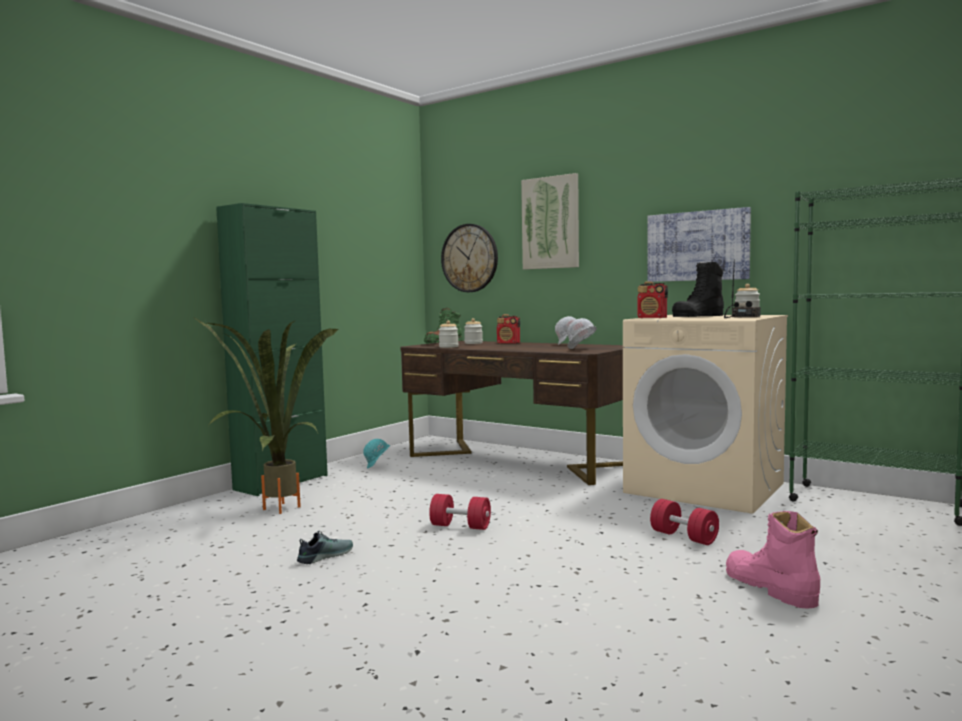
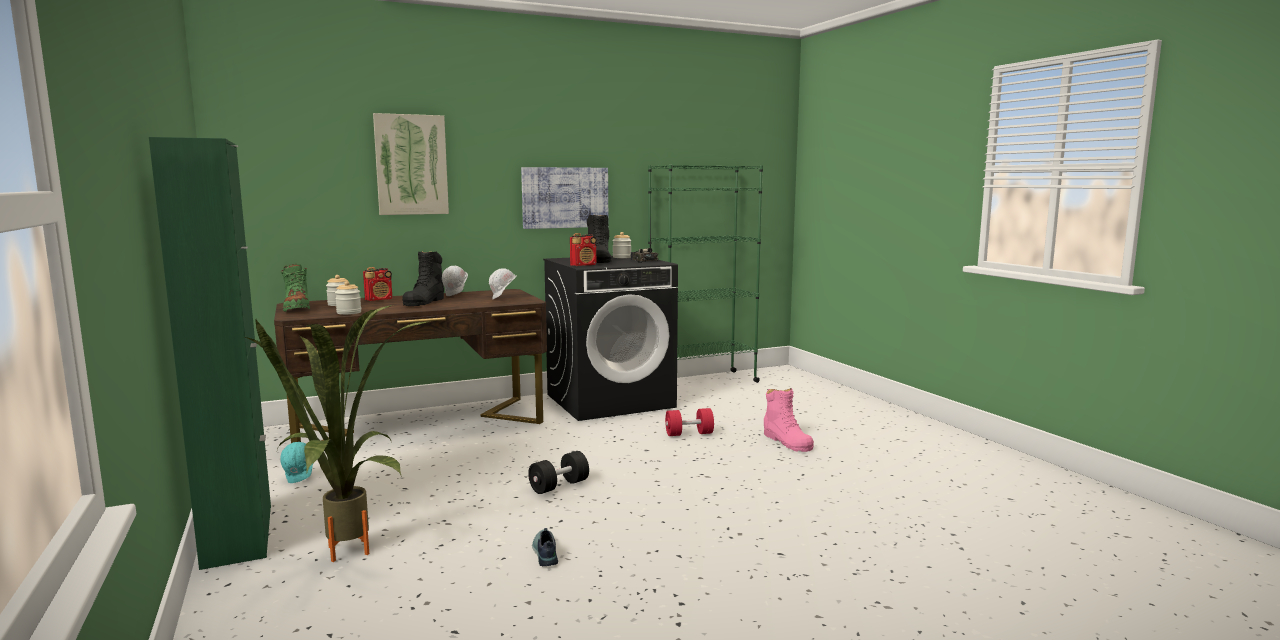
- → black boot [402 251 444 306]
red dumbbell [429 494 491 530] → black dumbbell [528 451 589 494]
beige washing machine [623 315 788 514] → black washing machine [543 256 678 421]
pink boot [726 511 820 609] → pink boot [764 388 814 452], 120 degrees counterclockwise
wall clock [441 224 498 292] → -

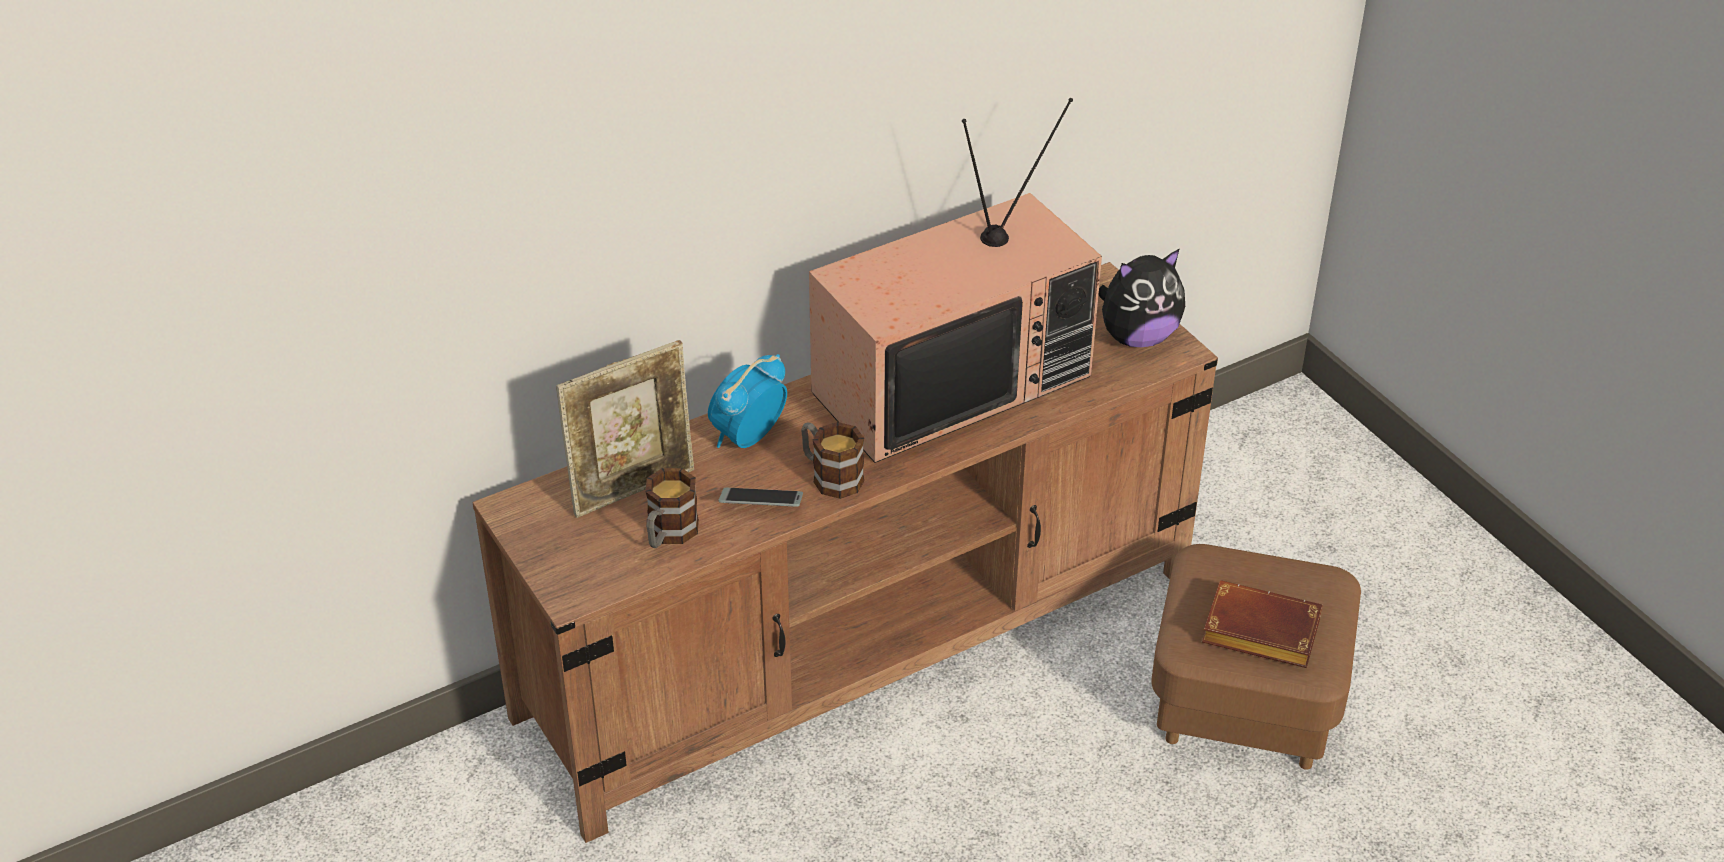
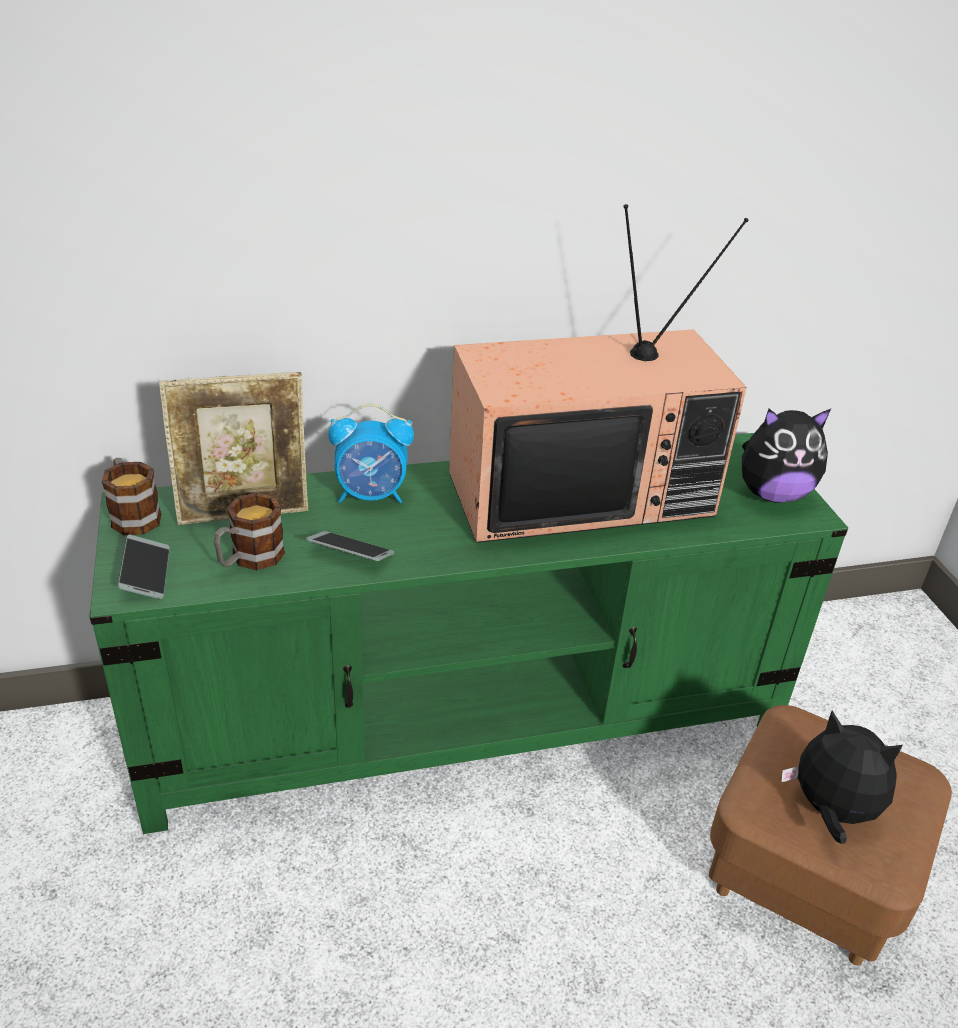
brown tv stand [472 262 1218 843] → green tv stand [89 433 848 834]
mug [801 422 864 499] → mug [102 458 161 535], move
- → phone [118 534 170 599]
alarm clock [708 354 787 448] → alarm clock [328 404 414 503], 150 degrees counterclockwise
brown book [1202 580 1323 668] → plush toy [782 710 903 844]

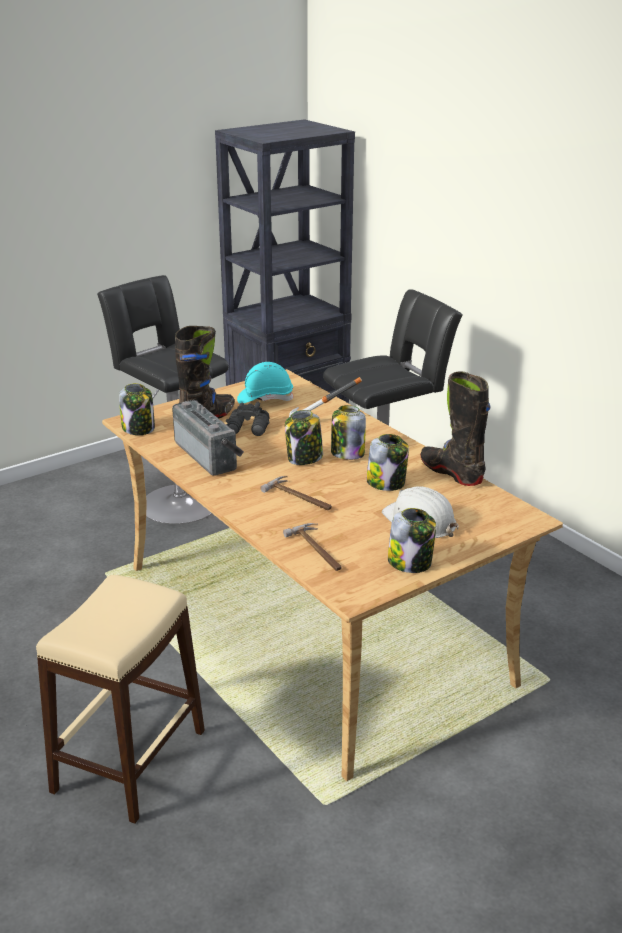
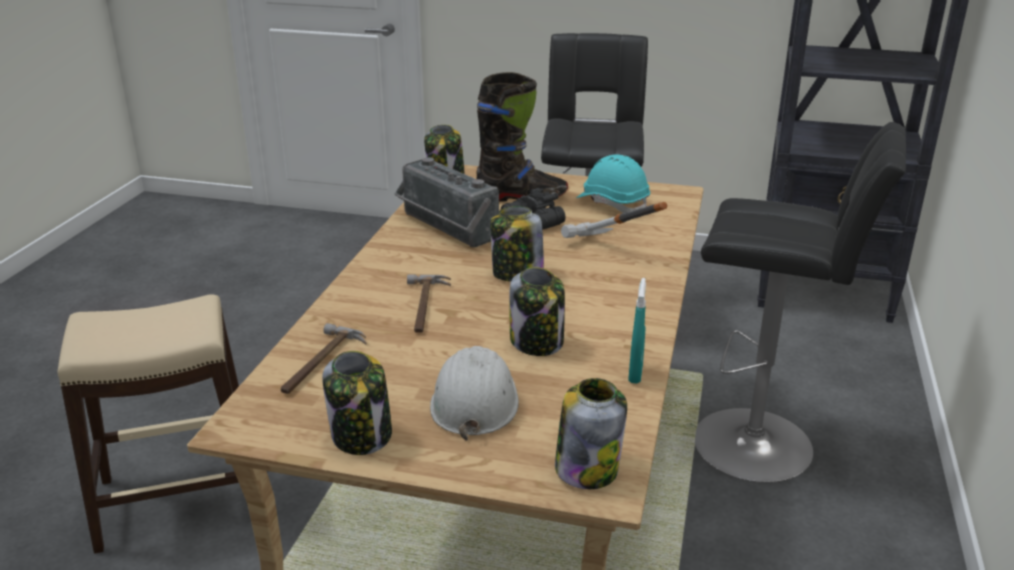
radio [172 400 244 476] → radio [395 157 499 247], 120 degrees clockwise
jar [331 405 366 460] → jar [555 378 627 489], move
black boot [420 371 491 486] → turquoise spray bottle [628 278 646 384]

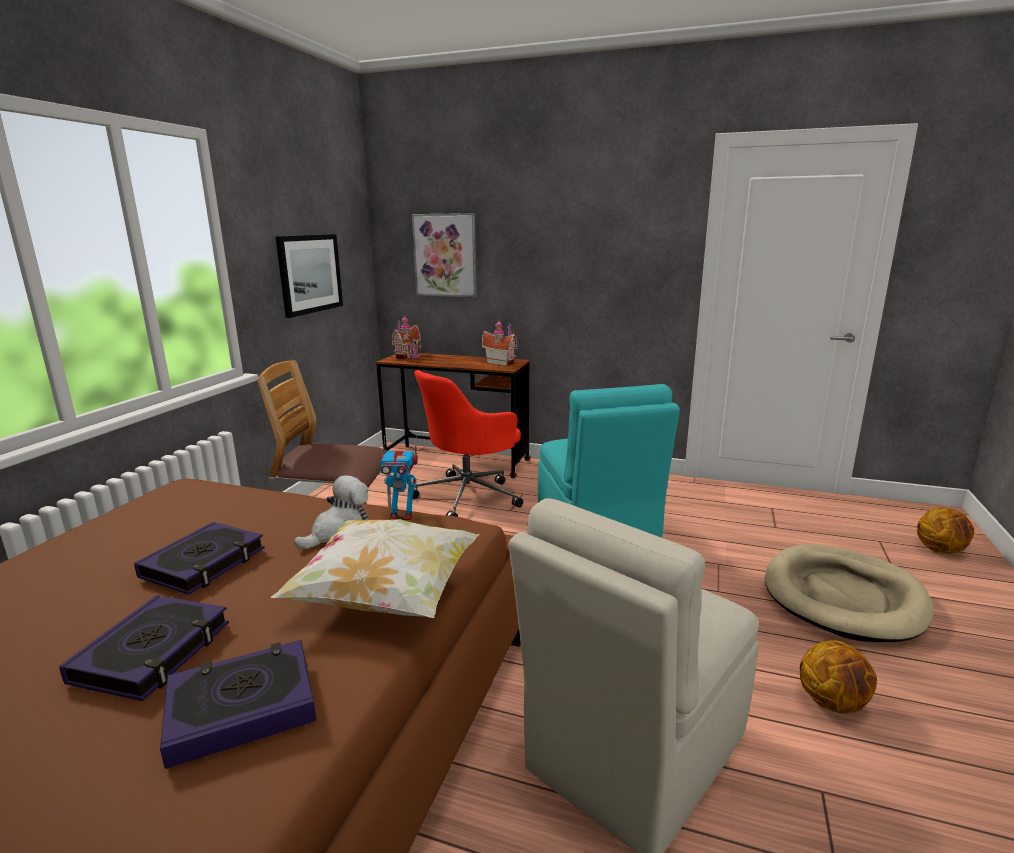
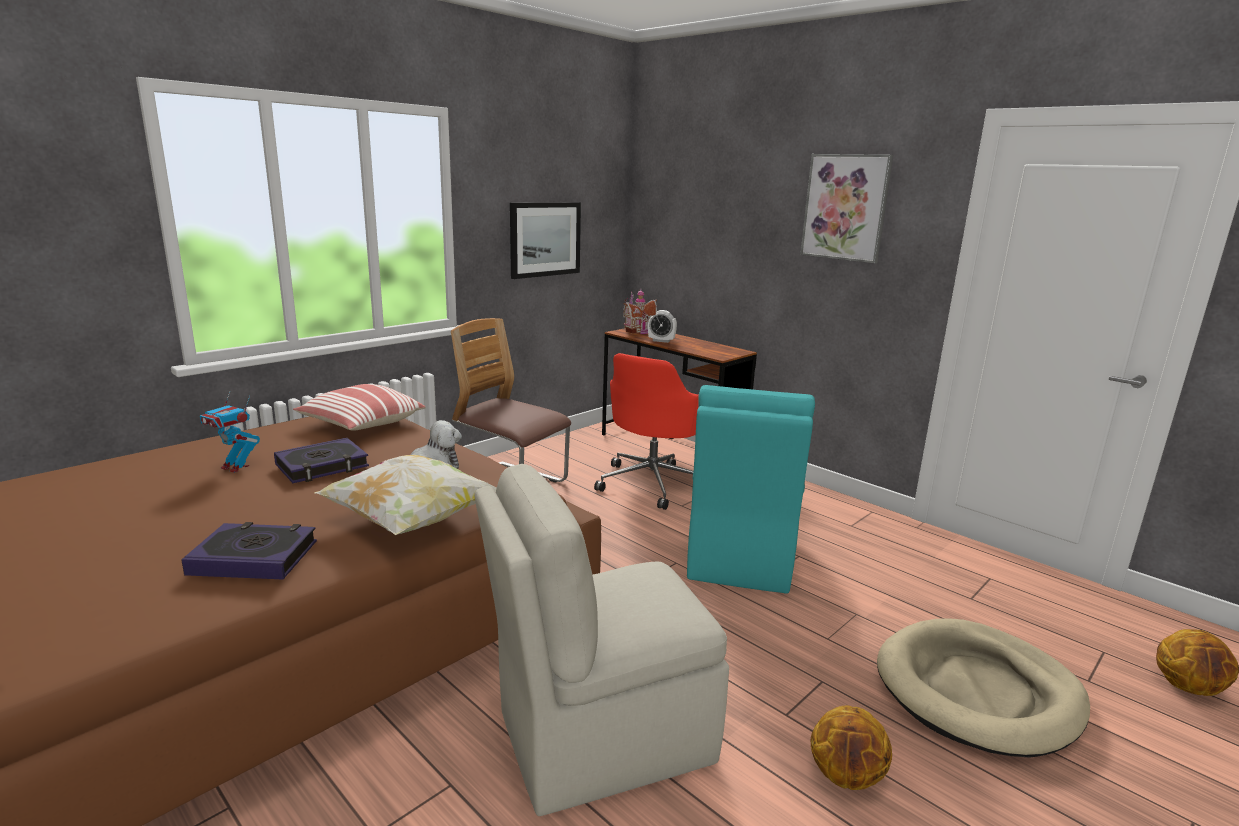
toy robot [379 436 418 520] → toy robot [200 391 260 473], move
- → pillow [293 384 426 431]
red office chair [413 370 523 517] → red office chair [594 353 699 510], 45 degrees counterclockwise
- → alarm clock [648 310 677 343]
picture [412 213 477 297] → picture [800 154 893 263], move
book [59 595 229 701] → -
toy house [482 320 517 367] → -

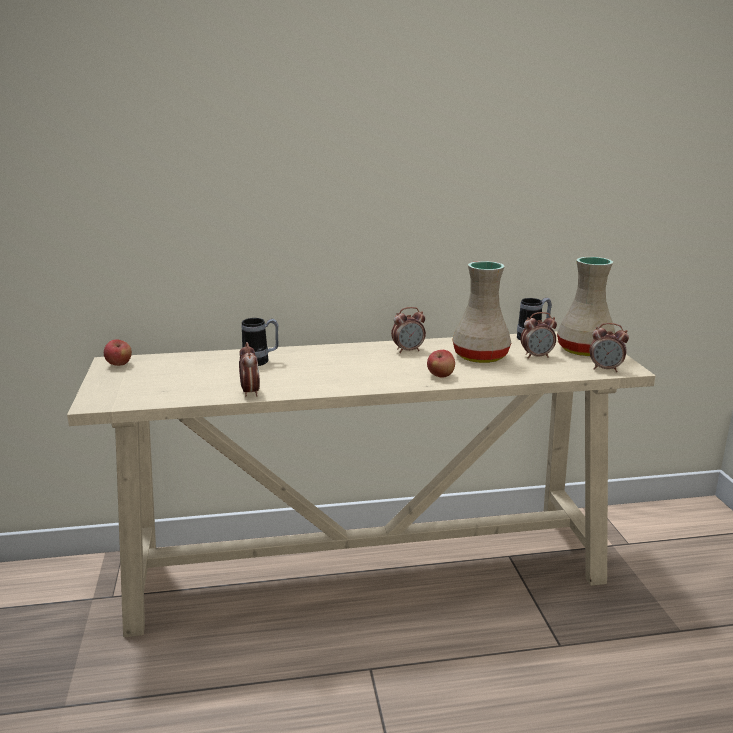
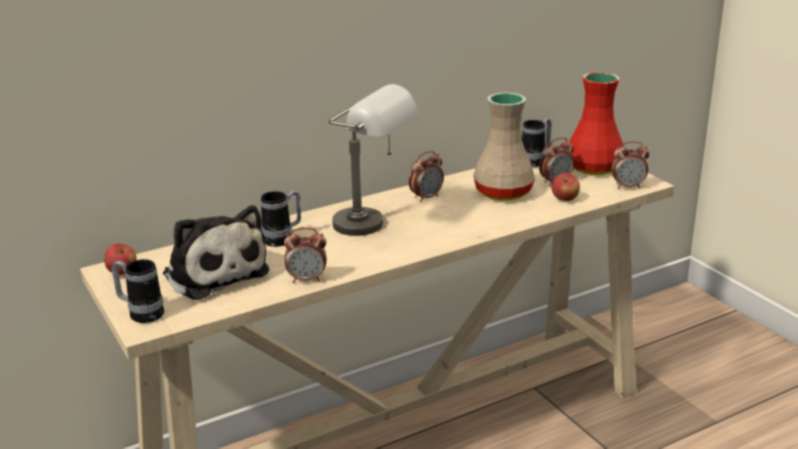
- → mug [111 259 164 323]
- → plush toy [163 205 269 300]
alarm clock [239 342 260 397] → alarm clock [284 227 327 283], 120 degrees clockwise
- → grey table lamp [328 84 419 236]
apple [427 350 455 378] → apple [552 173 580 201], move
beige vase [557 257 615 356] → red vase [568 72 624 175]

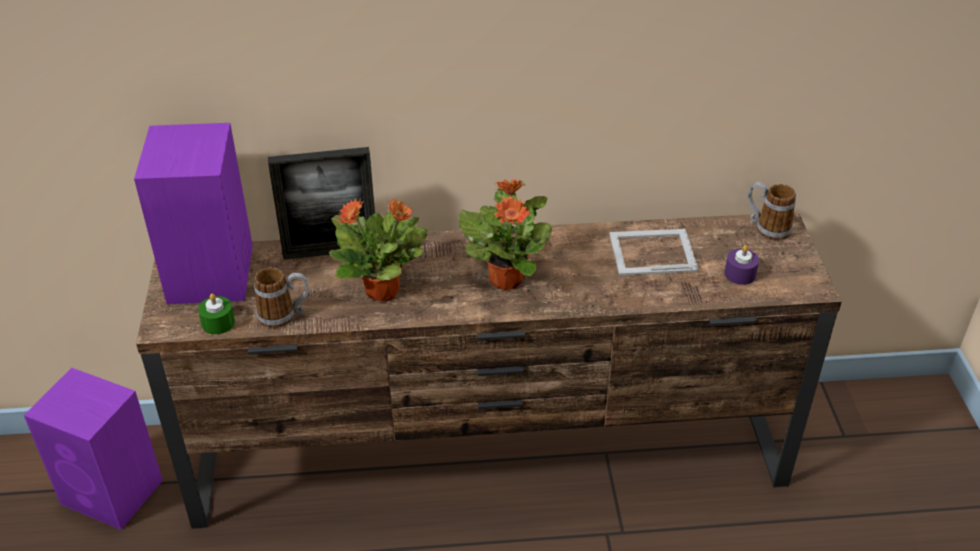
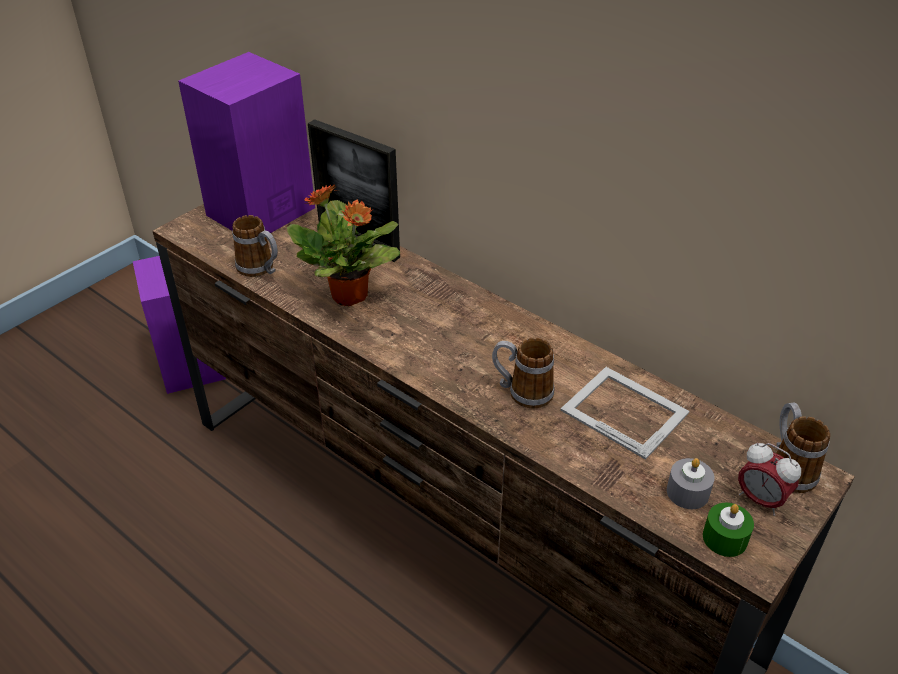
- → mug [492 338 554 408]
purple candle [724 245 759 285] → grey candle [667 458 715 509]
green candle [198 294 235 334] → green candle [703 503 754 557], move
- → alarm clock [738 442 801 516]
potted plant [459 179 552 290] → -

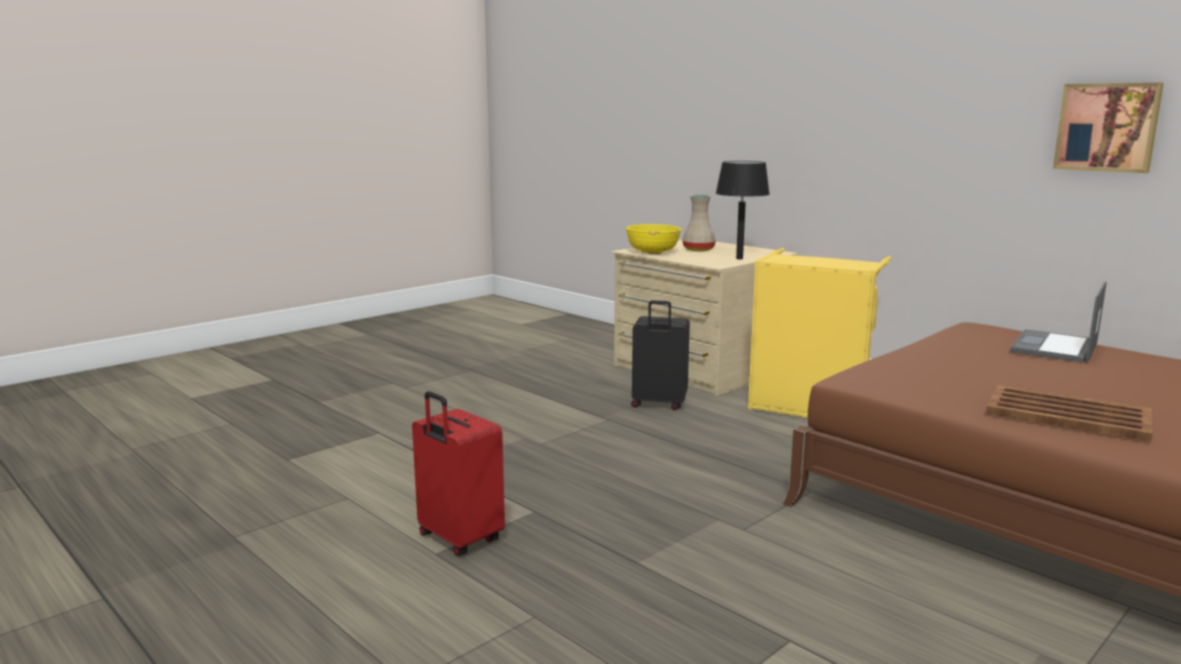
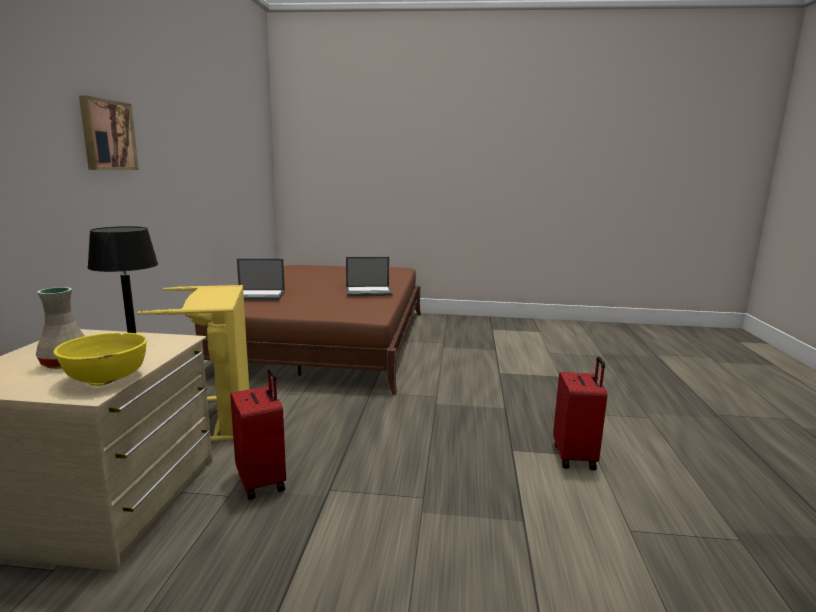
picture [1053 83 1164 173] → picture [79 95 139 170], move
black suitcase [631 300 690 410] → red suitcase [230 368 286 500]
brown tray [986 385 1153 442] → laptop [346 257 392 296]

